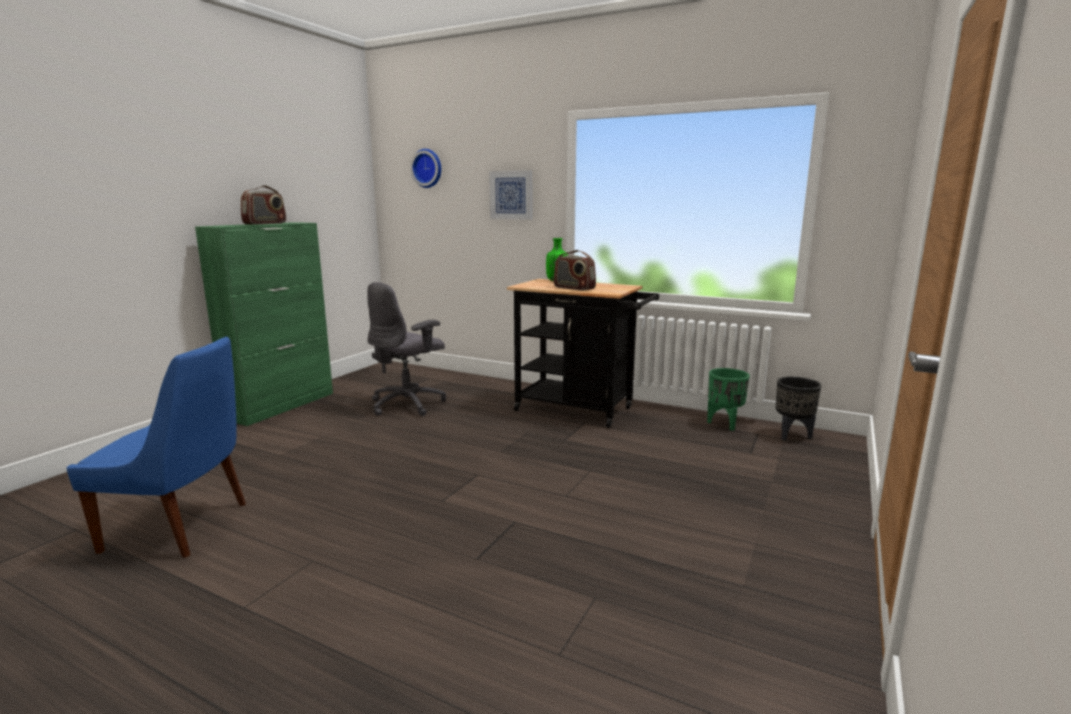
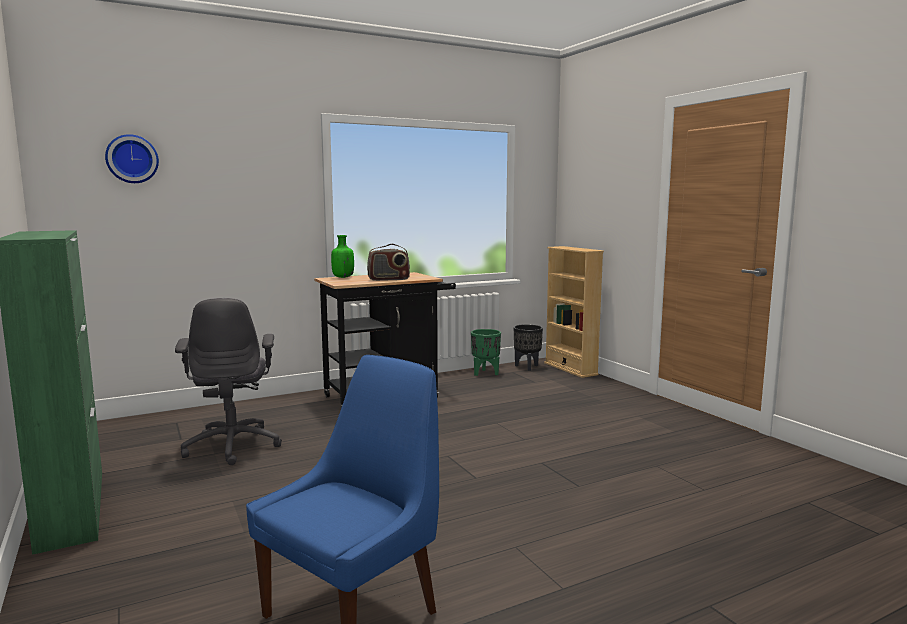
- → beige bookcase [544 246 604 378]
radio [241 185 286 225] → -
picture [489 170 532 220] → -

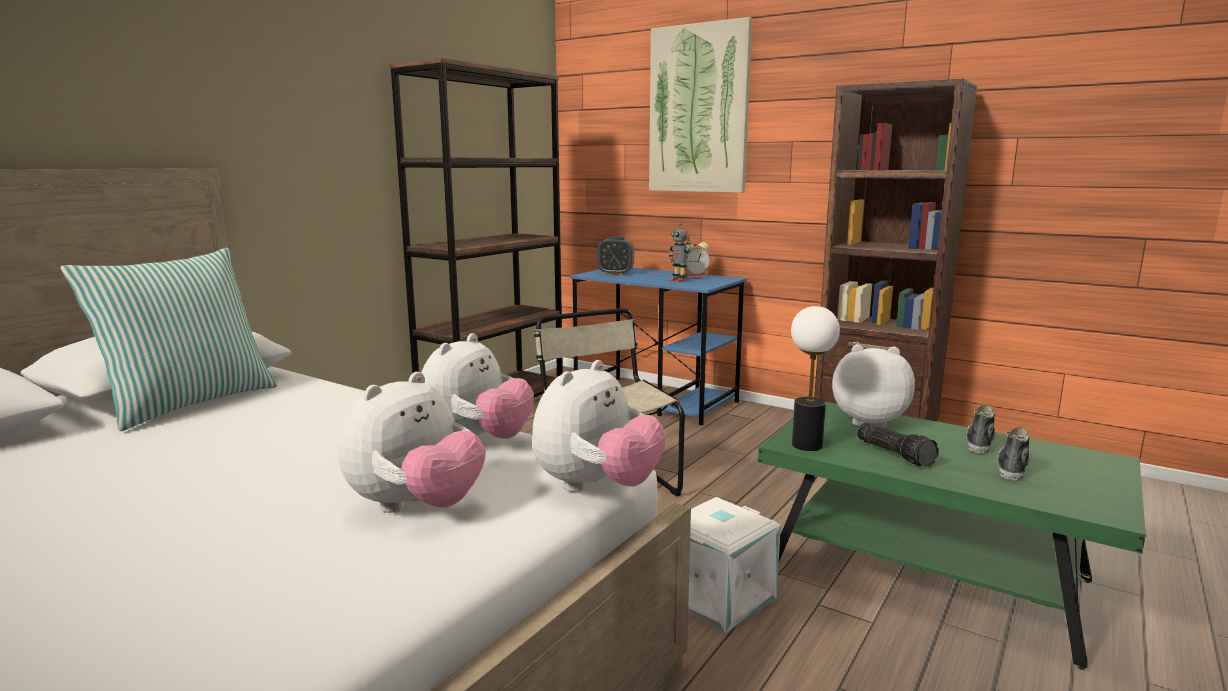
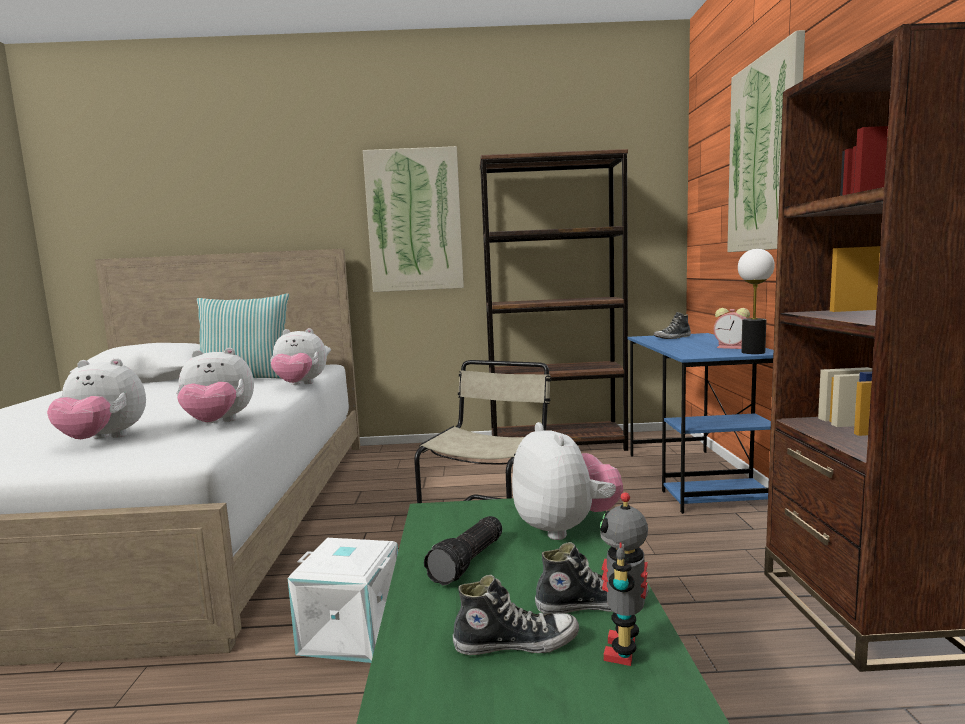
plush toy [532 360 666 492] → plush toy [271 328 327 385], move
- → picture [363 146 464 292]
toy robot [669 223 691 282] → toy robot [600 492 648 666], move
alarm clock [597 236 634 275] → shoe [654 312 691 339]
table lamp [791 306 840 451] → table lamp [738 249 775 354], move

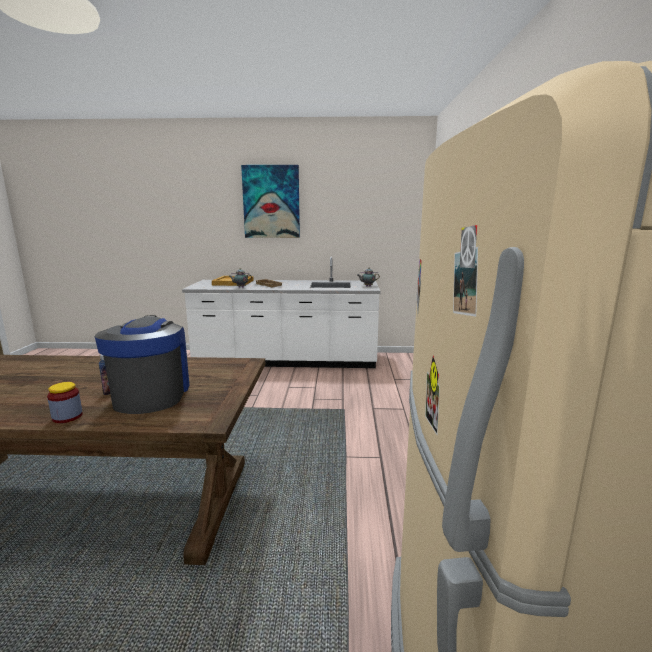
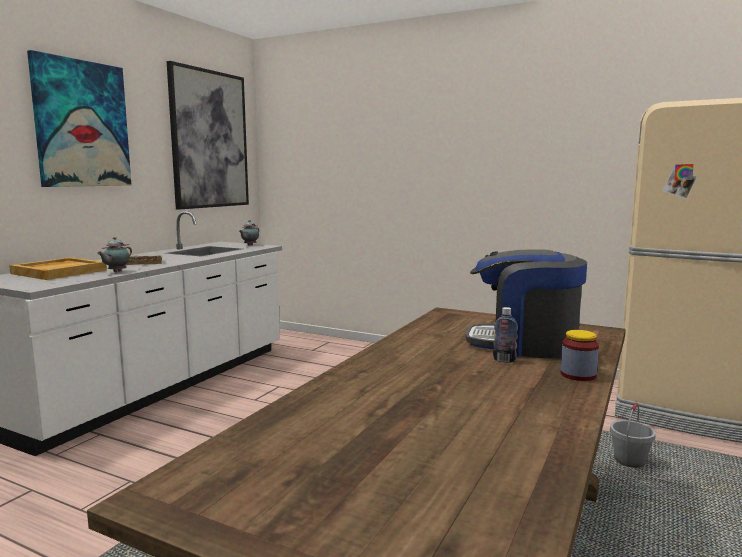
- → picture [167 61 249 210]
- → grey bucket [610 403 656 468]

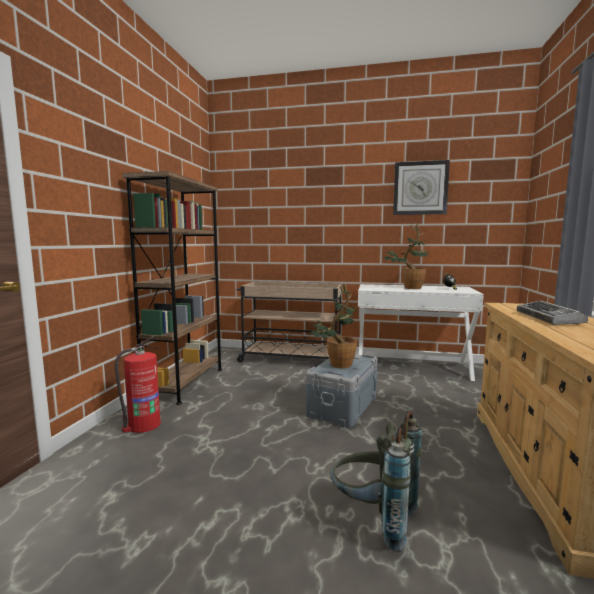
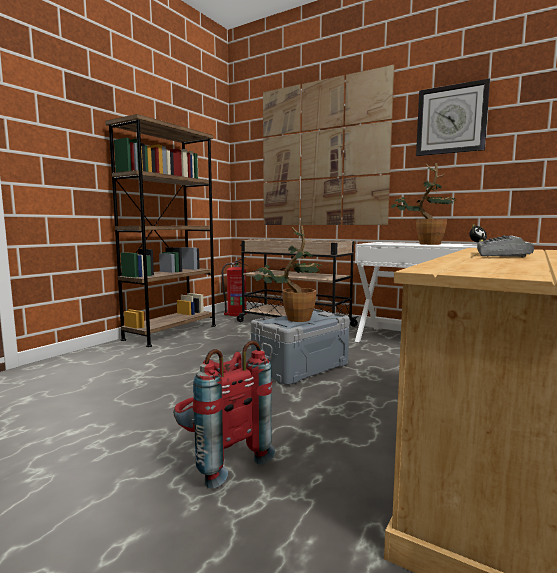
grey backpack [330 411 422 551] → red backpack [173 340 275 489]
fire extinguisher [115 336 161 433] → fire extinguisher [222 257 248 316], move
- → picture [263 65 395 225]

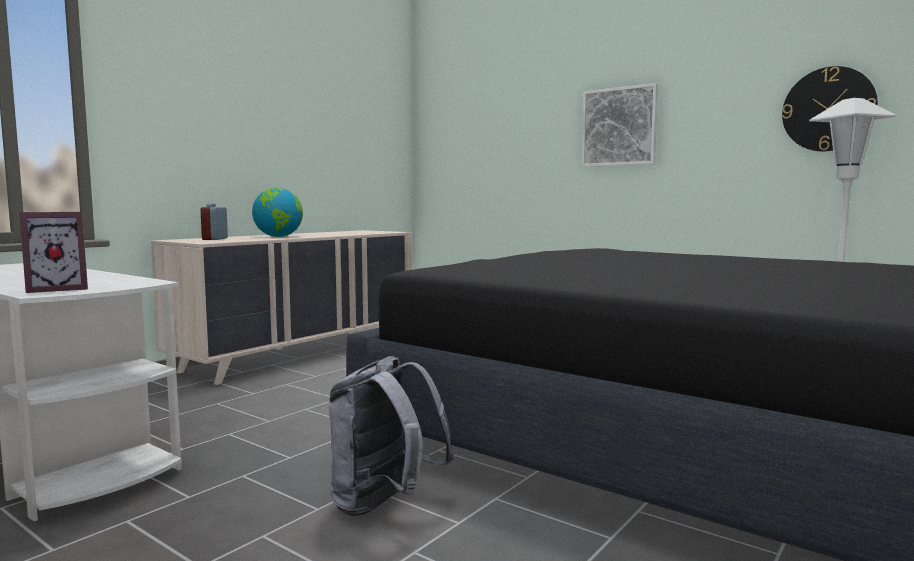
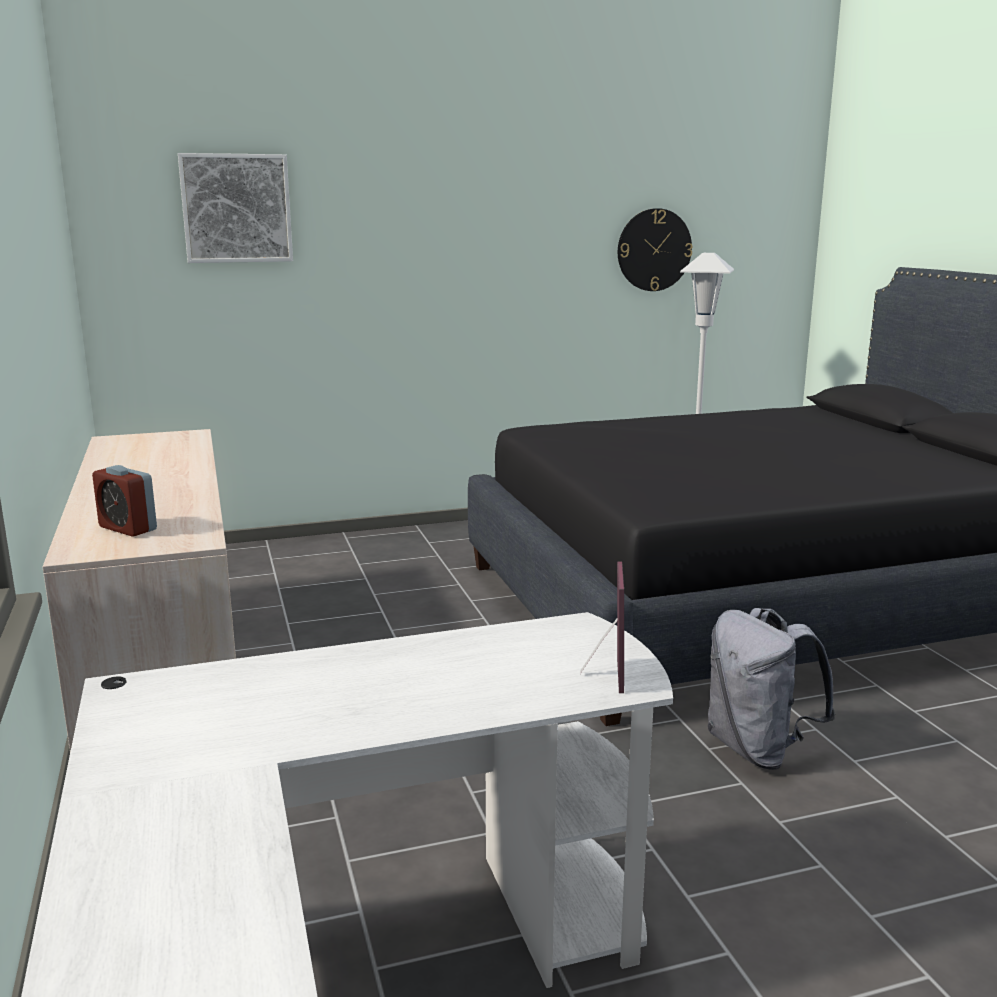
picture [581 83 658 167] → picture [178 153 293 263], move
globe [252 188 303 237] → -

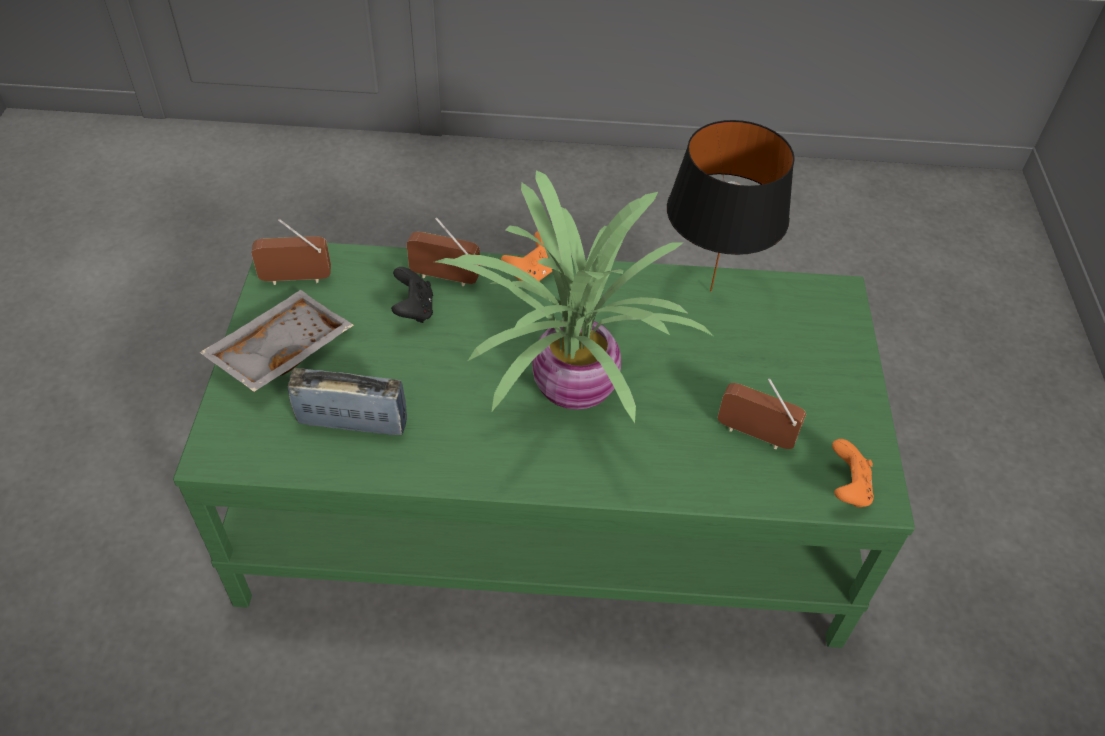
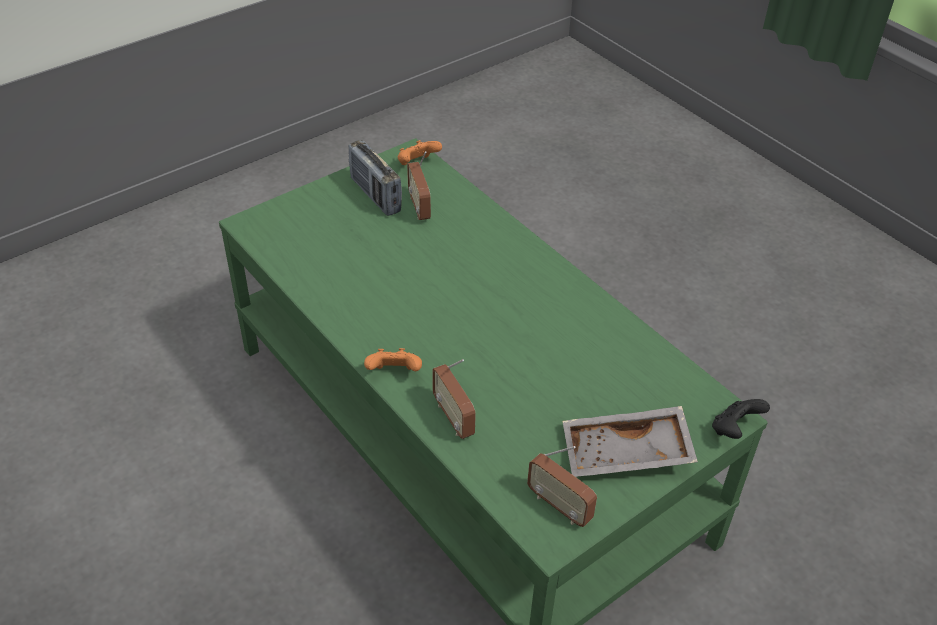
radio [288 368 407 435] → radio [349 140 402 216], move
black game controller [391 267 433 323] → black game controller [712 399 770 439], move
potted plant [435 170 713 423] → -
black table lamp [667 120 795 292] → -

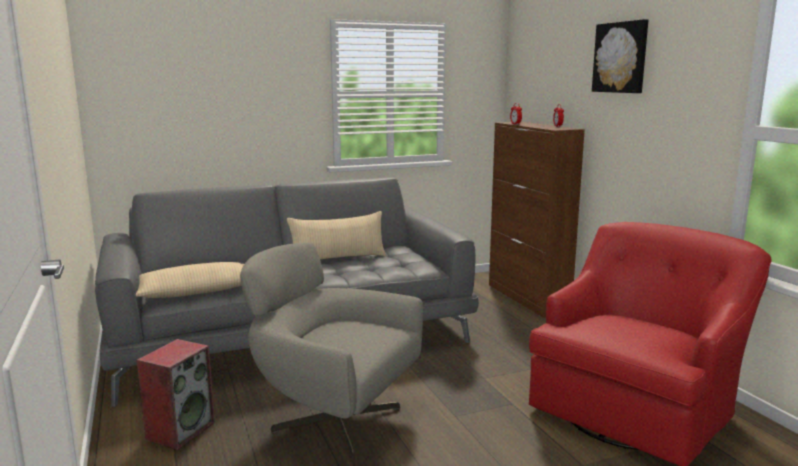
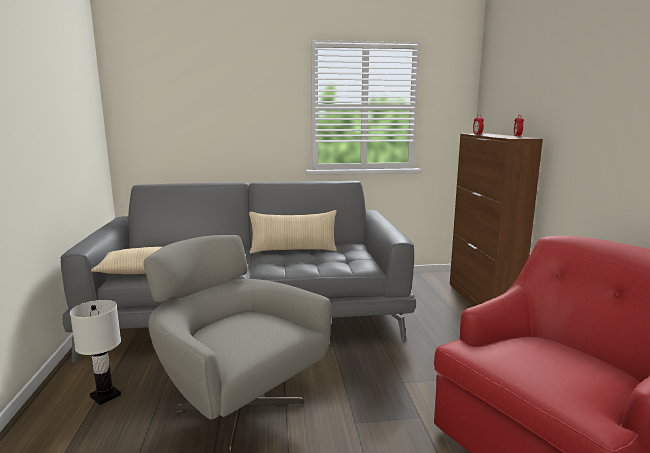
speaker [136 339 215 450] → white table lamp [70 300 121 405]
picture [592 19 648 93] → -

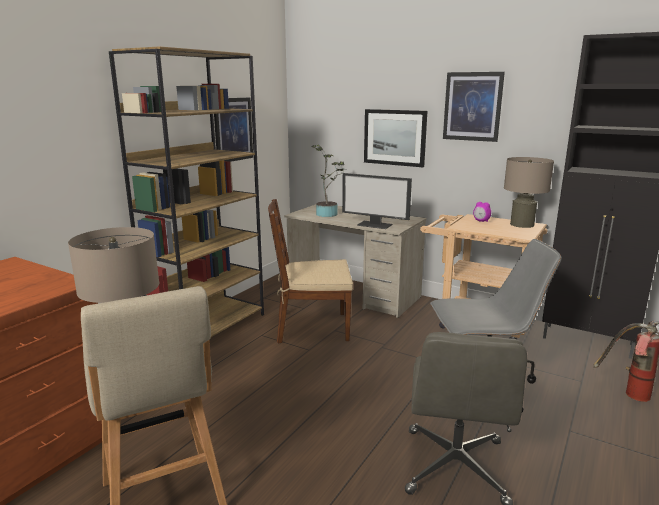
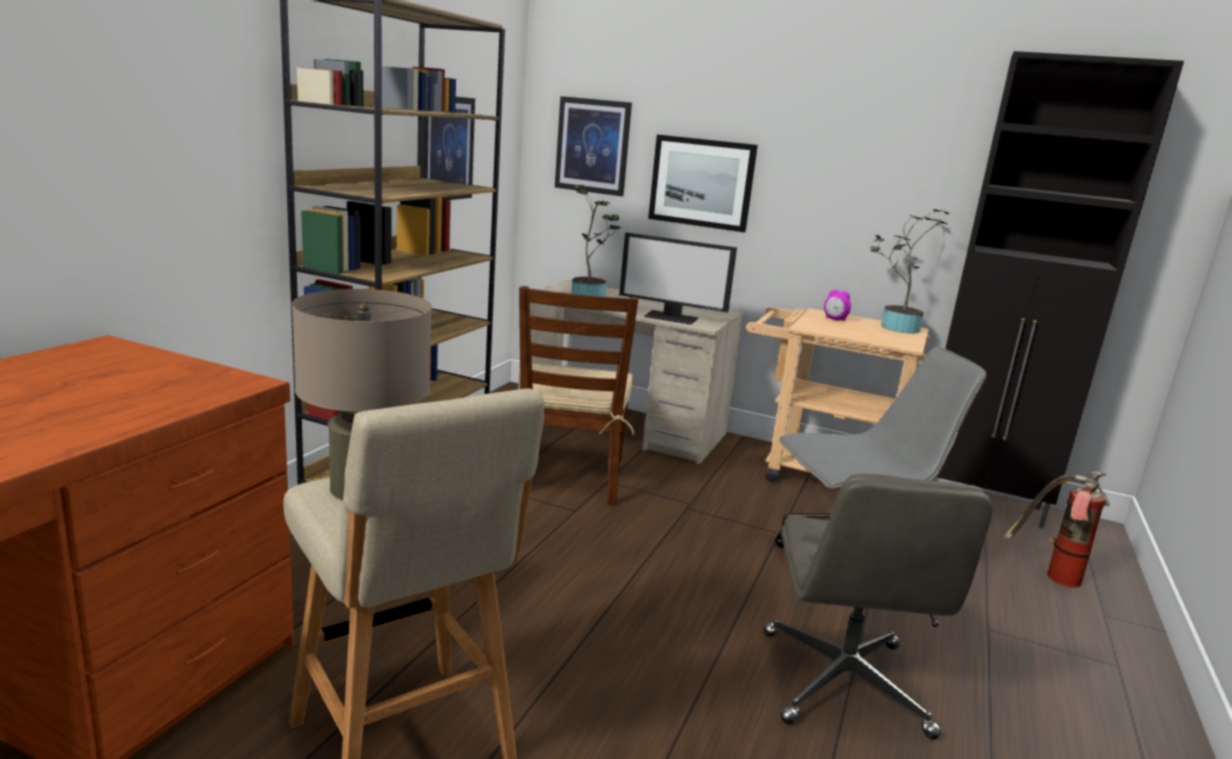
brown chair [268 199 353 344] → brown chair [519 286 638 506], 75 degrees counterclockwise
picture [443 72 505 142] → picture [555 96 632 196], move
beige table lamp [504 157 554 228] → potted plant [870 209 950 334]

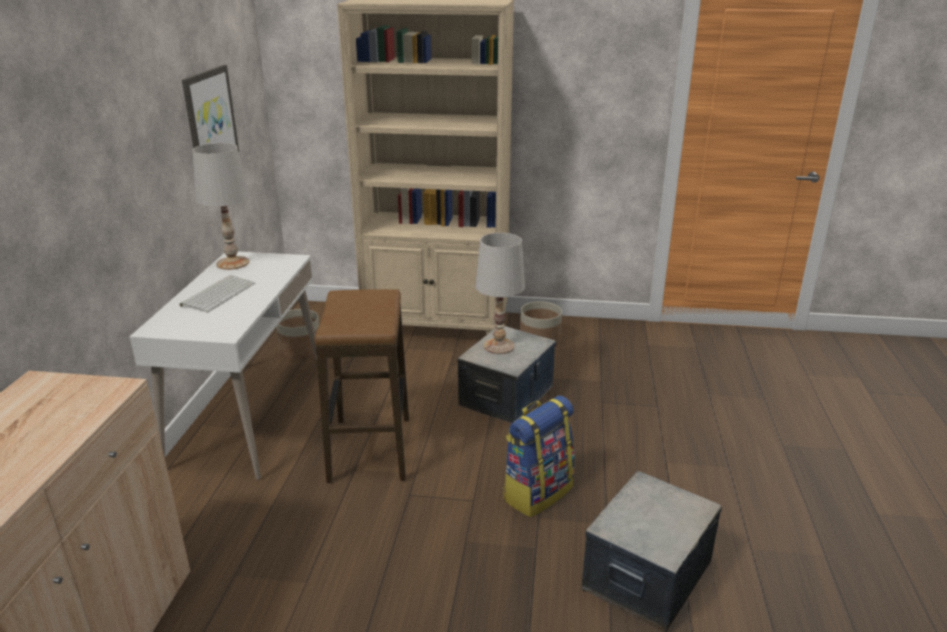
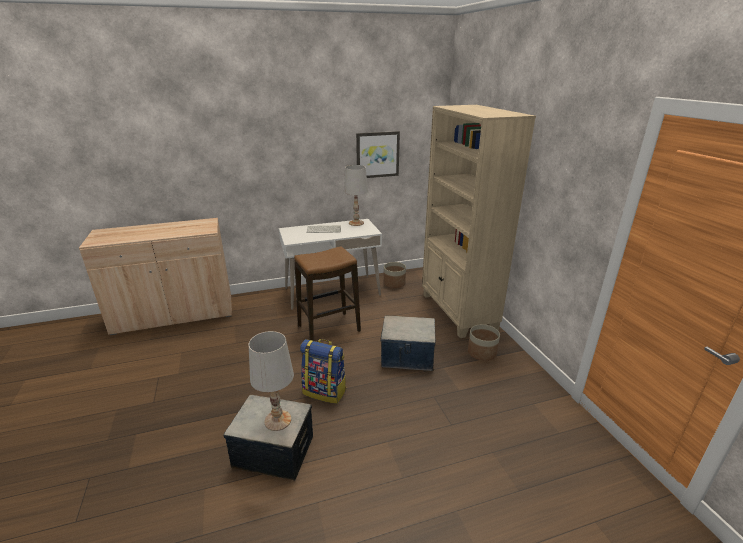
white table lamp [475 233 525 354] → white table lamp [249 331 294 431], move

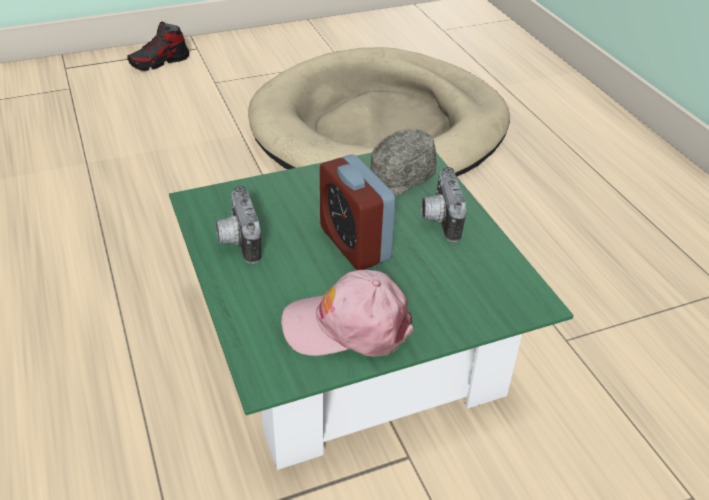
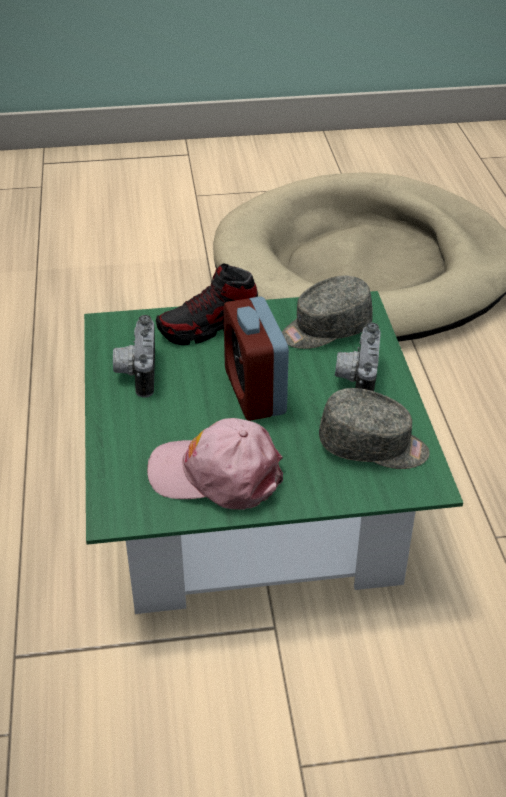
shoe [127 22 189 71] → shoe [156 263 258 345], move
- → grey cap [319 388 430 469]

